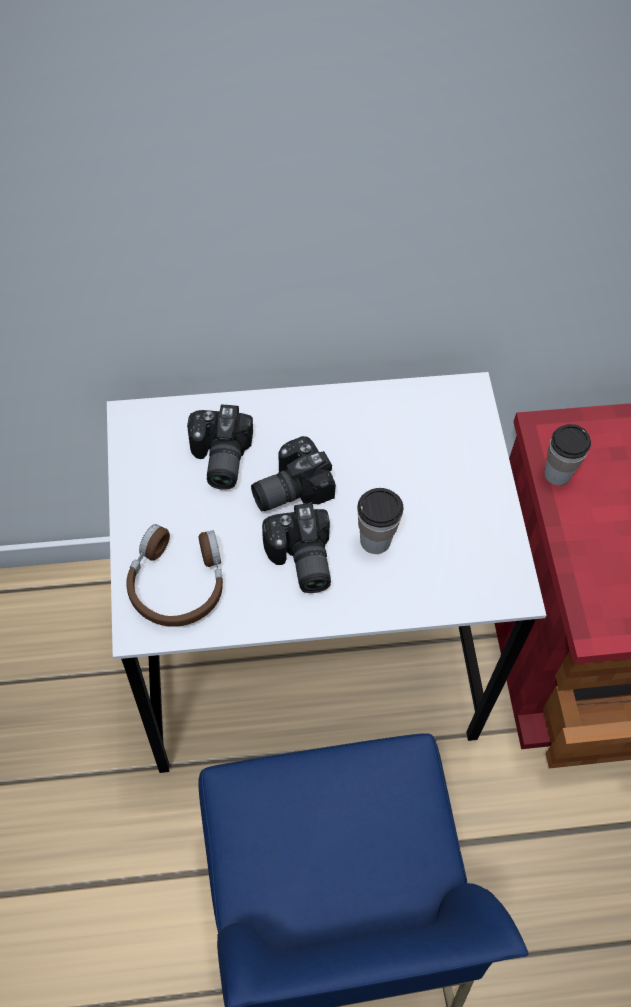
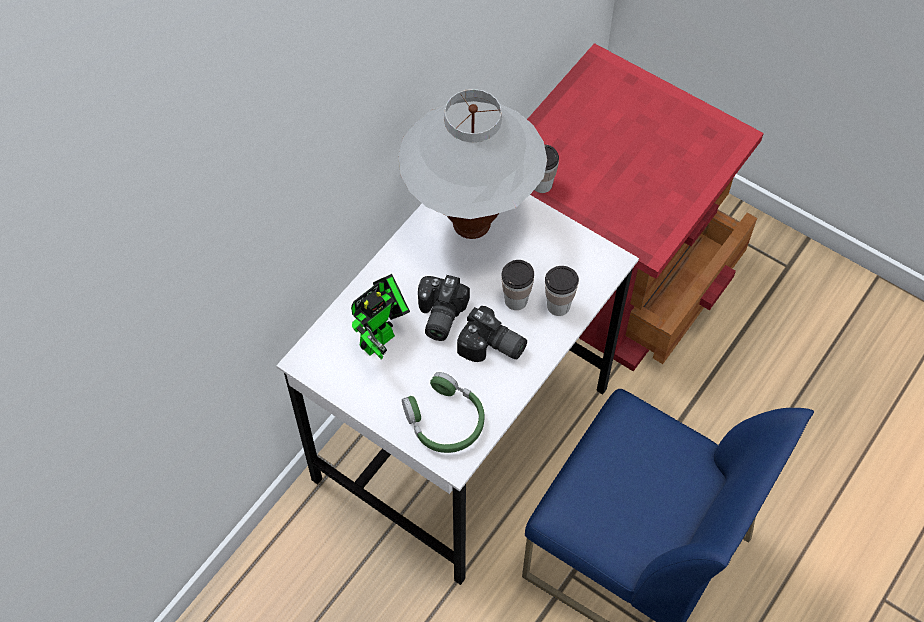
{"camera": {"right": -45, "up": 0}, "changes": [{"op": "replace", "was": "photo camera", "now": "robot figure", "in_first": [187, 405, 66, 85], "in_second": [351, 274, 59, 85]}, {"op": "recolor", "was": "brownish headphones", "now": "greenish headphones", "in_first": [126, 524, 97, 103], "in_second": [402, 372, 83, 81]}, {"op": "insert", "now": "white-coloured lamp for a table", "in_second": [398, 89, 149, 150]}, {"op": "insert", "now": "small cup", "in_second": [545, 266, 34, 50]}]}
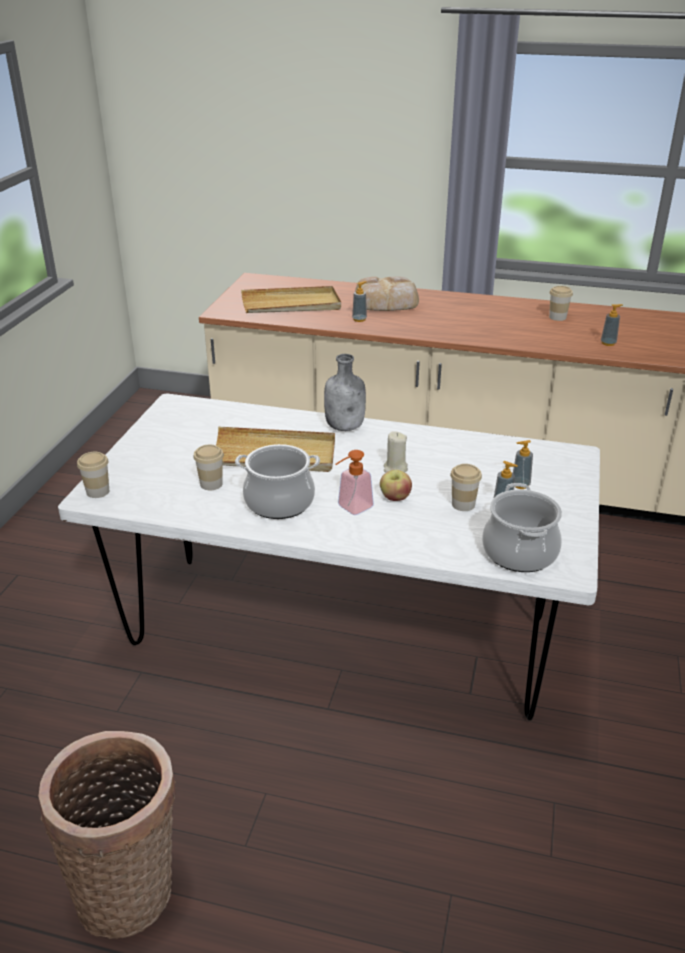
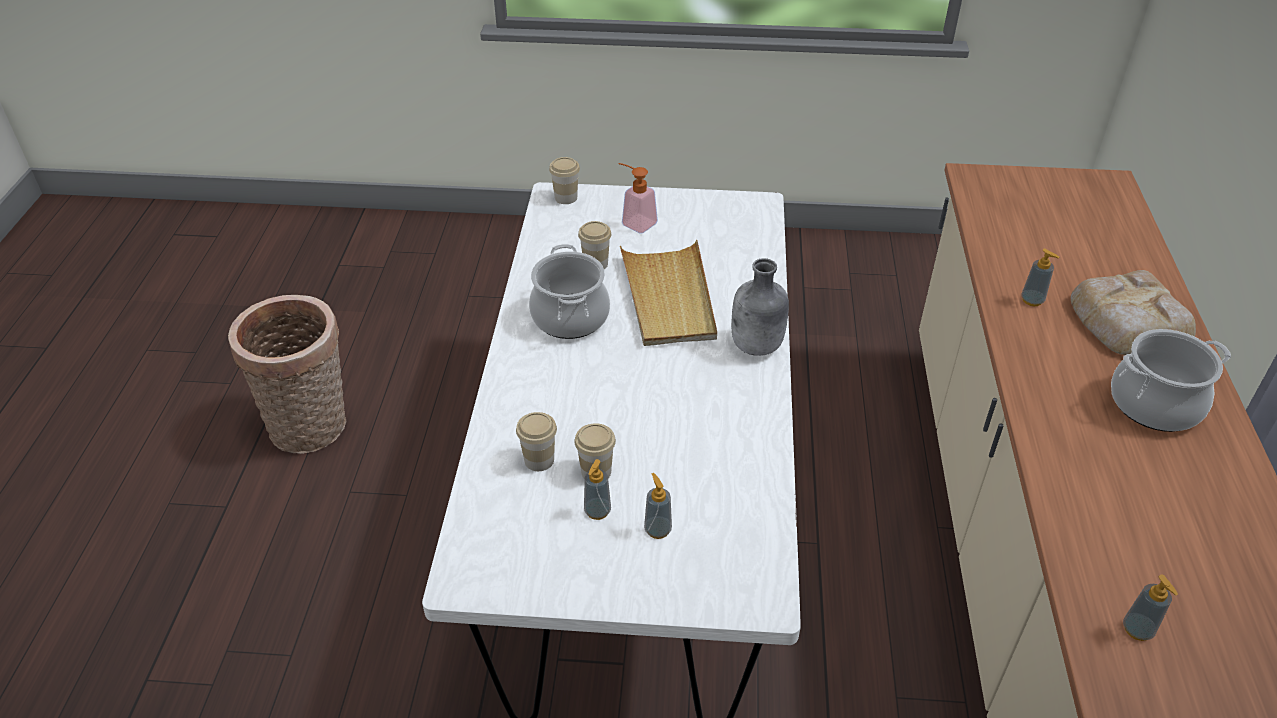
{"camera": {"right": 80, "up": 10}, "changes": [{"op": "delete", "was": "sand-coloured tray", "in_first": [241, 286, 100, 27]}, {"op": "move", "was": "small cup", "in_first": [549, 286, 24, 35], "in_second": [516, 412, 41, 59]}, {"op": "delete", "was": "sand-coloured wax candle", "in_first": [384, 431, 24, 41]}, {"op": "move", "was": "liquid soap bottle", "in_first": [335, 450, 39, 65], "in_second": [618, 163, 40, 71]}, {"op": "delete", "was": "apple fruit", "in_first": [380, 470, 32, 31]}, {"op": "move", "was": "saucepot", "in_first": [482, 483, 80, 89], "in_second": [1111, 329, 120, 103]}]}
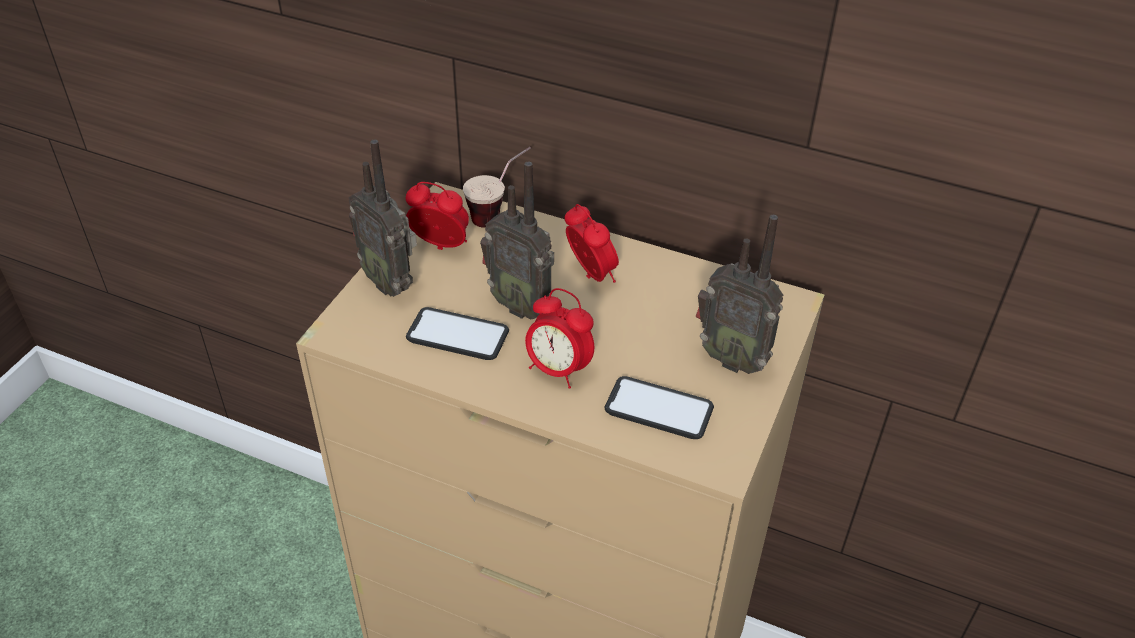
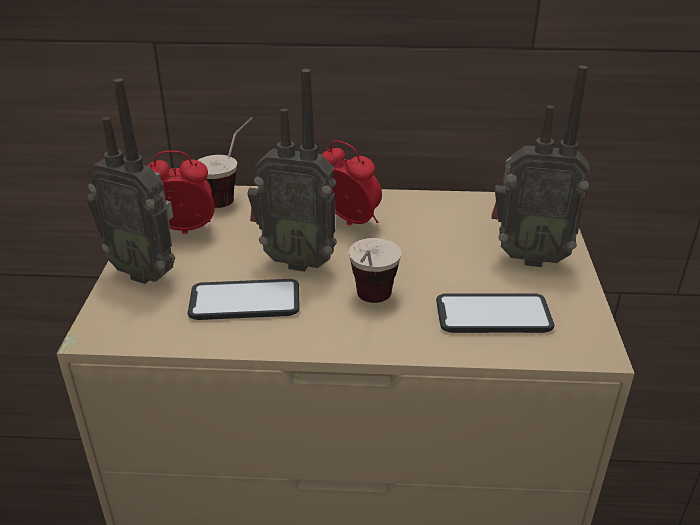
{"camera": {"right": -20, "up": -10}, "changes": [{"op": "replace", "was": "bedside clock", "now": "small cup", "in_first": [525, 288, 69, 101], "in_second": [349, 238, 53, 65]}]}
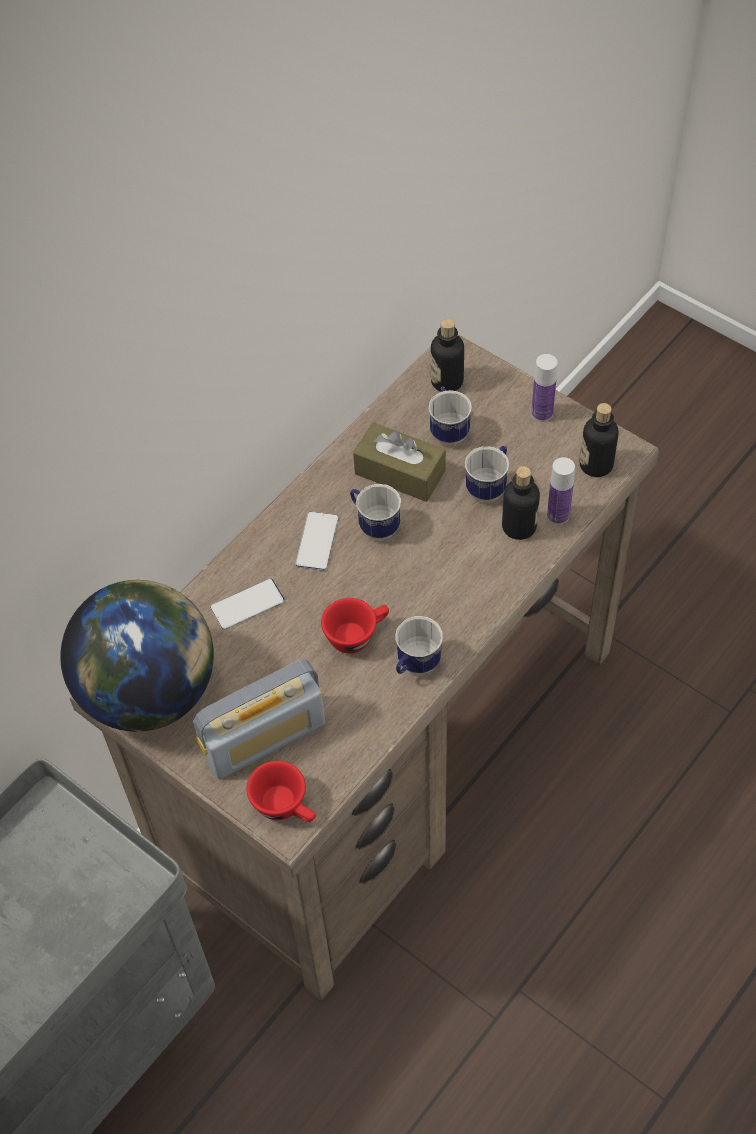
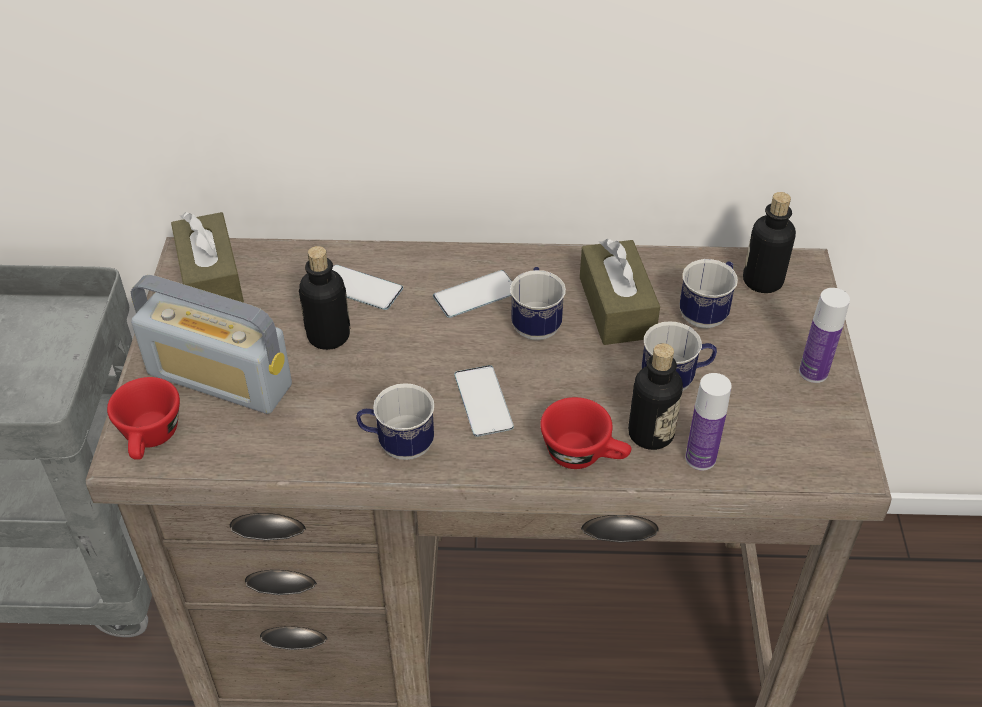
{"camera": {"right": 50, "up": -10}, "changes": [{"op": "move", "was": "beverage bottle", "in_first": [580, 403, 39, 74], "in_second": [299, 246, 52, 104]}, {"op": "replace", "was": "desk globe", "now": "brownish box of tissues", "in_first": [60, 580, 154, 152], "in_second": [171, 212, 73, 91]}, {"op": "move", "was": "red small cup", "in_first": [321, 598, 68, 56], "in_second": [540, 397, 91, 72]}, {"op": "insert", "now": "handset", "in_second": [454, 365, 60, 72]}]}
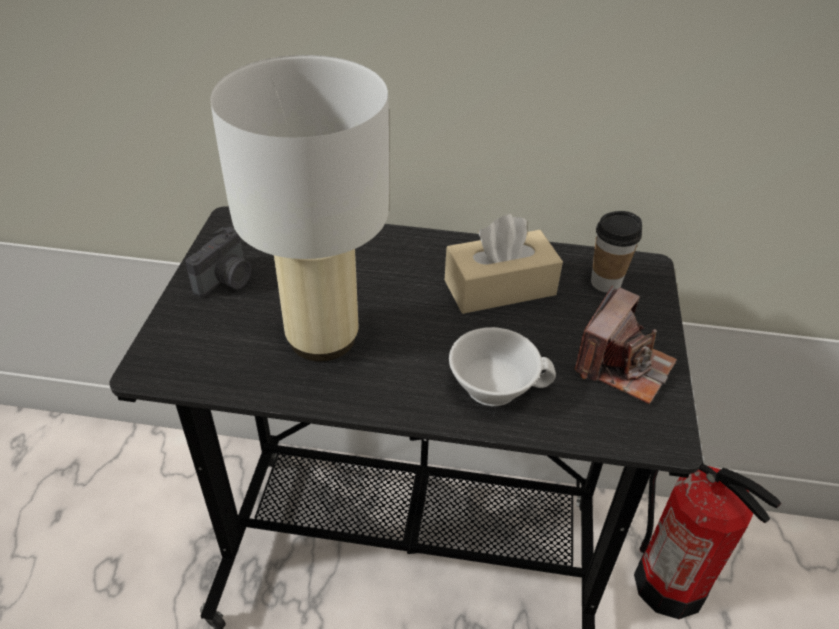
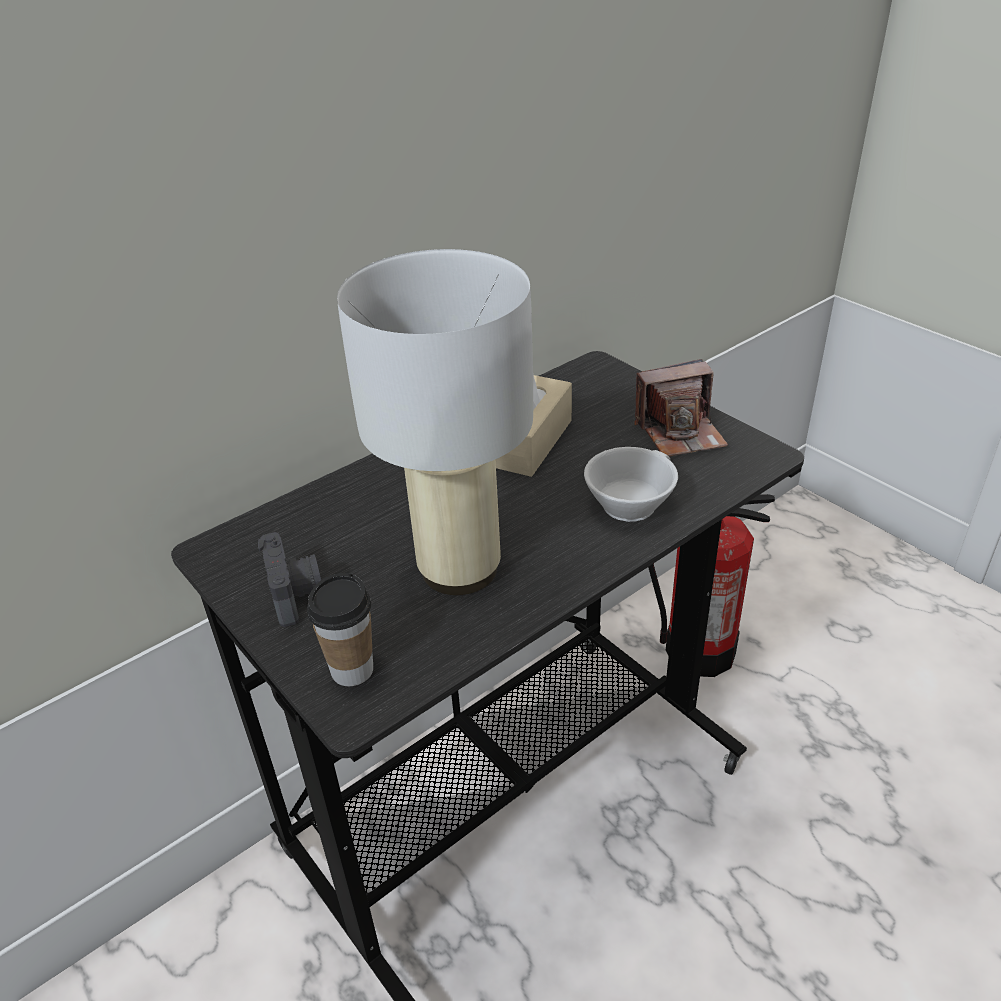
{"camera": {"right": -45, "up": -5}, "changes": [{"op": "move", "was": "small cup", "in_first": [591, 211, 51, 82], "in_second": [307, 573, 66, 113]}, {"op": "rotate", "was": "photo camera", "in_first": [575, 286, 102, 118], "in_second": [635, 359, 93, 98], "clockwise": 90}]}
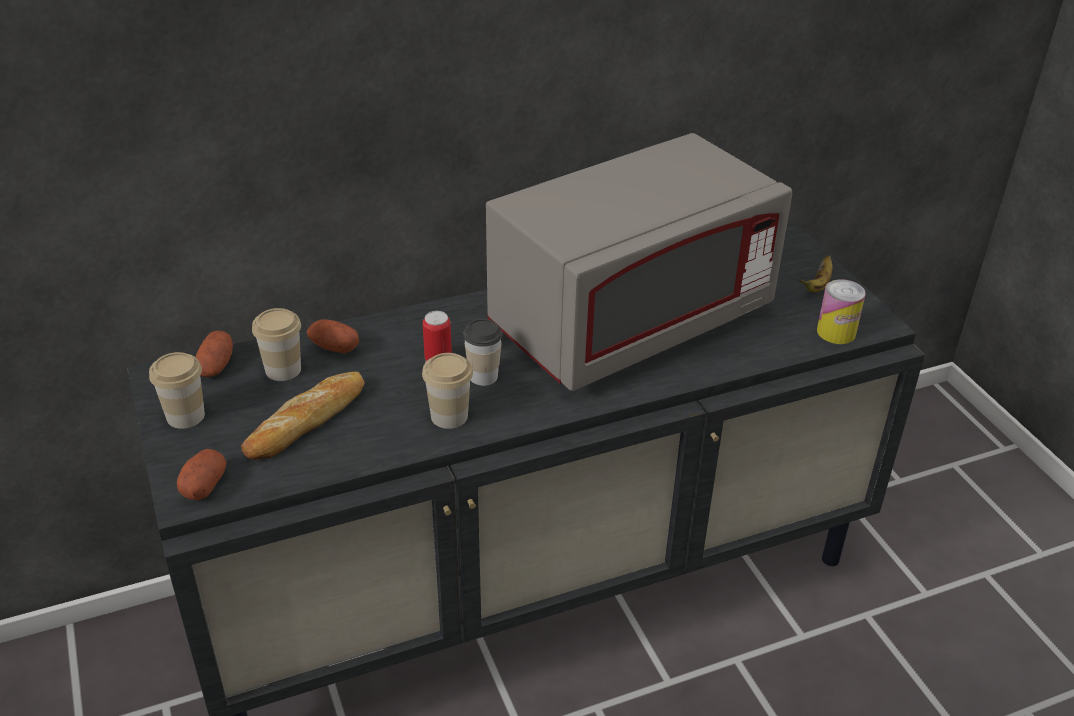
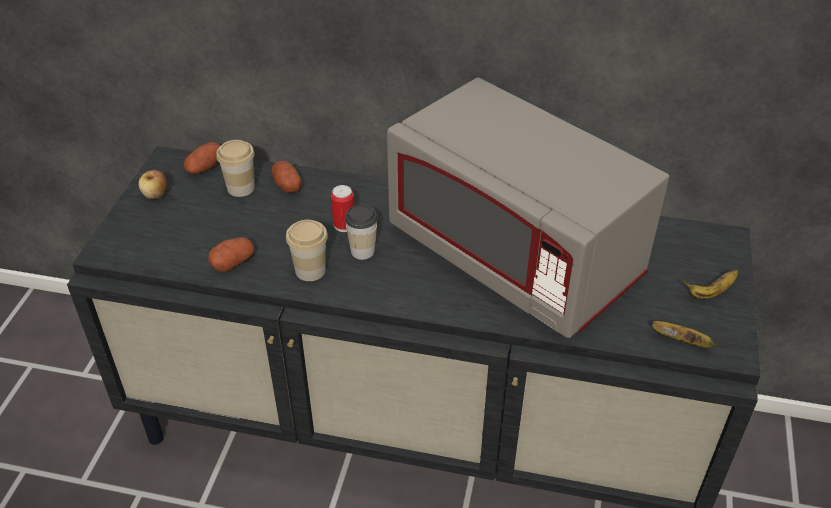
{"camera": {"right": 35, "up": 5}, "changes": [{"op": "rotate", "was": "greyish kitchen microwave", "in_first": [486, 133, 306, 258], "in_second": [387, 78, 282, 260], "clockwise": 45}, {"op": "replace", "was": "sealed can", "now": "banana", "in_first": [817, 279, 49, 65], "in_second": [651, 321, 69, 26]}, {"op": "replace", "was": "small cup", "now": "apple fruit", "in_first": [149, 352, 56, 77], "in_second": [138, 170, 29, 29]}, {"op": "delete", "was": "bakery bread", "in_first": [241, 372, 124, 88]}, {"op": "move", "was": "spud", "in_first": [177, 449, 50, 52], "in_second": [208, 237, 47, 35]}]}
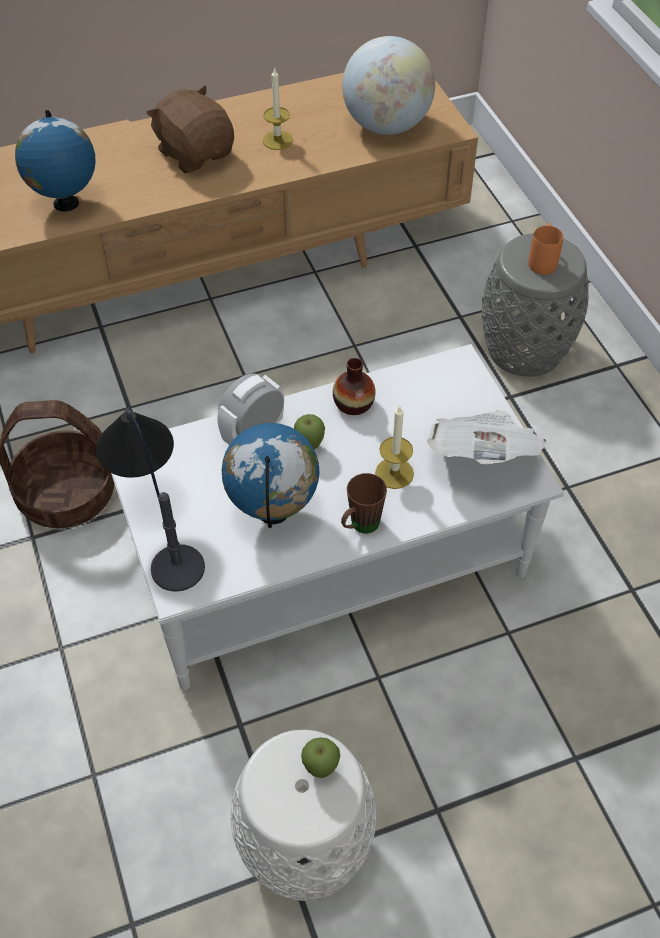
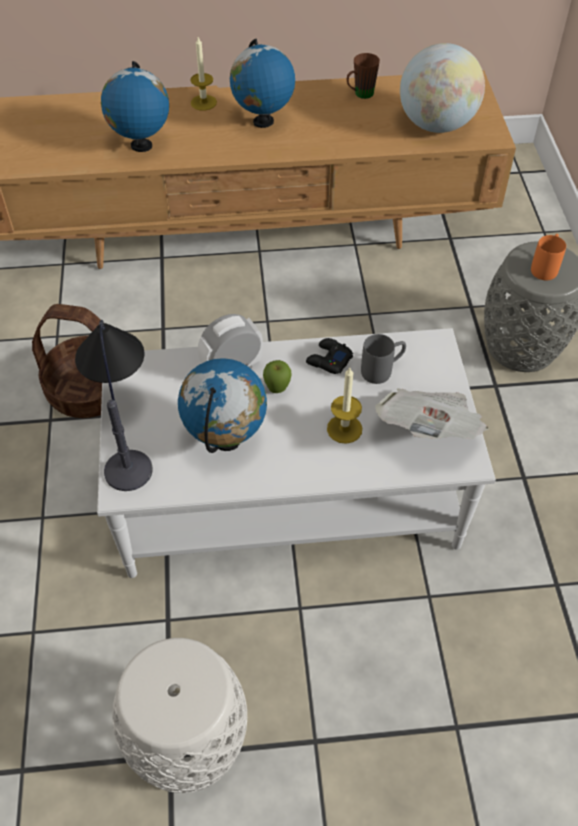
{"camera": {"right": 15, "up": 0}, "changes": [{"op": "move", "was": "wax candle", "in_first": [263, 68, 30, 82], "in_second": [190, 37, 27, 74]}, {"op": "replace", "was": "brownish cuddly toy", "now": "desk globe", "in_first": [146, 86, 88, 87], "in_second": [230, 39, 65, 89]}, {"op": "replace", "was": "flower vase", "now": "black-coloured game controller", "in_first": [333, 358, 43, 57], "in_second": [306, 338, 47, 36]}, {"op": "move", "was": "brownish mug", "in_first": [341, 473, 46, 61], "in_second": [347, 53, 33, 46]}, {"op": "delete", "was": "apple fruit", "in_first": [301, 737, 39, 41]}, {"op": "insert", "now": "greyish mug", "in_second": [361, 334, 45, 50]}]}
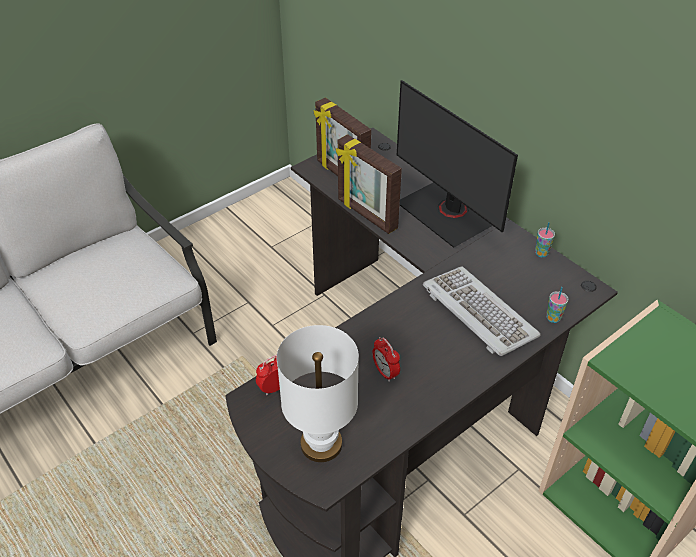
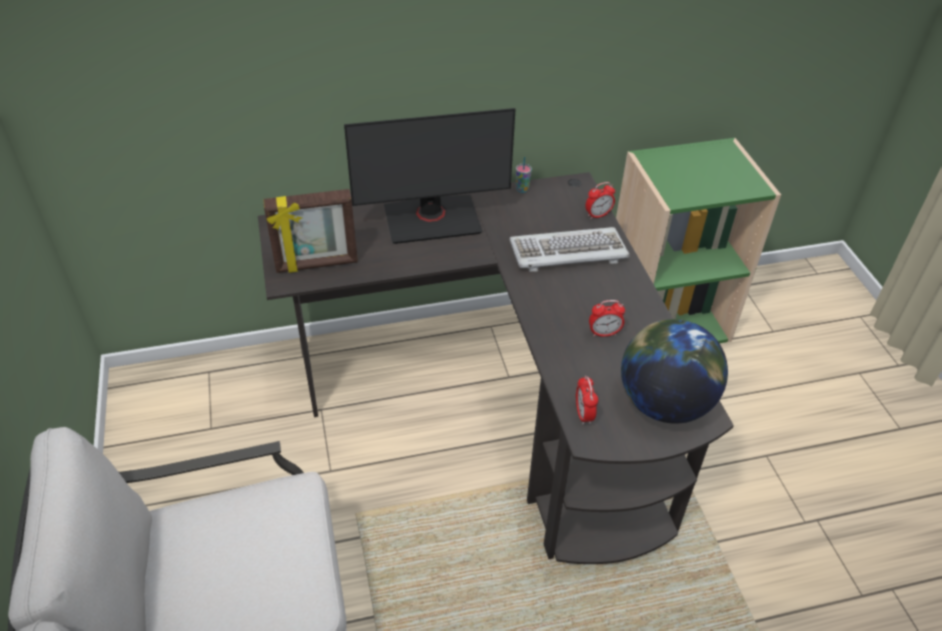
{"camera": {"right": -65, "up": 0}, "changes": [{"op": "delete", "was": "picture frame", "in_first": [336, 134, 66, 100]}, {"op": "replace", "was": "small cup", "now": "bedside clock", "in_first": [546, 287, 23, 36], "in_second": [585, 182, 30, 37]}, {"op": "replace", "was": "white-coloured lamp for a table", "now": "desk globe", "in_first": [277, 325, 82, 137], "in_second": [621, 319, 107, 105]}]}
